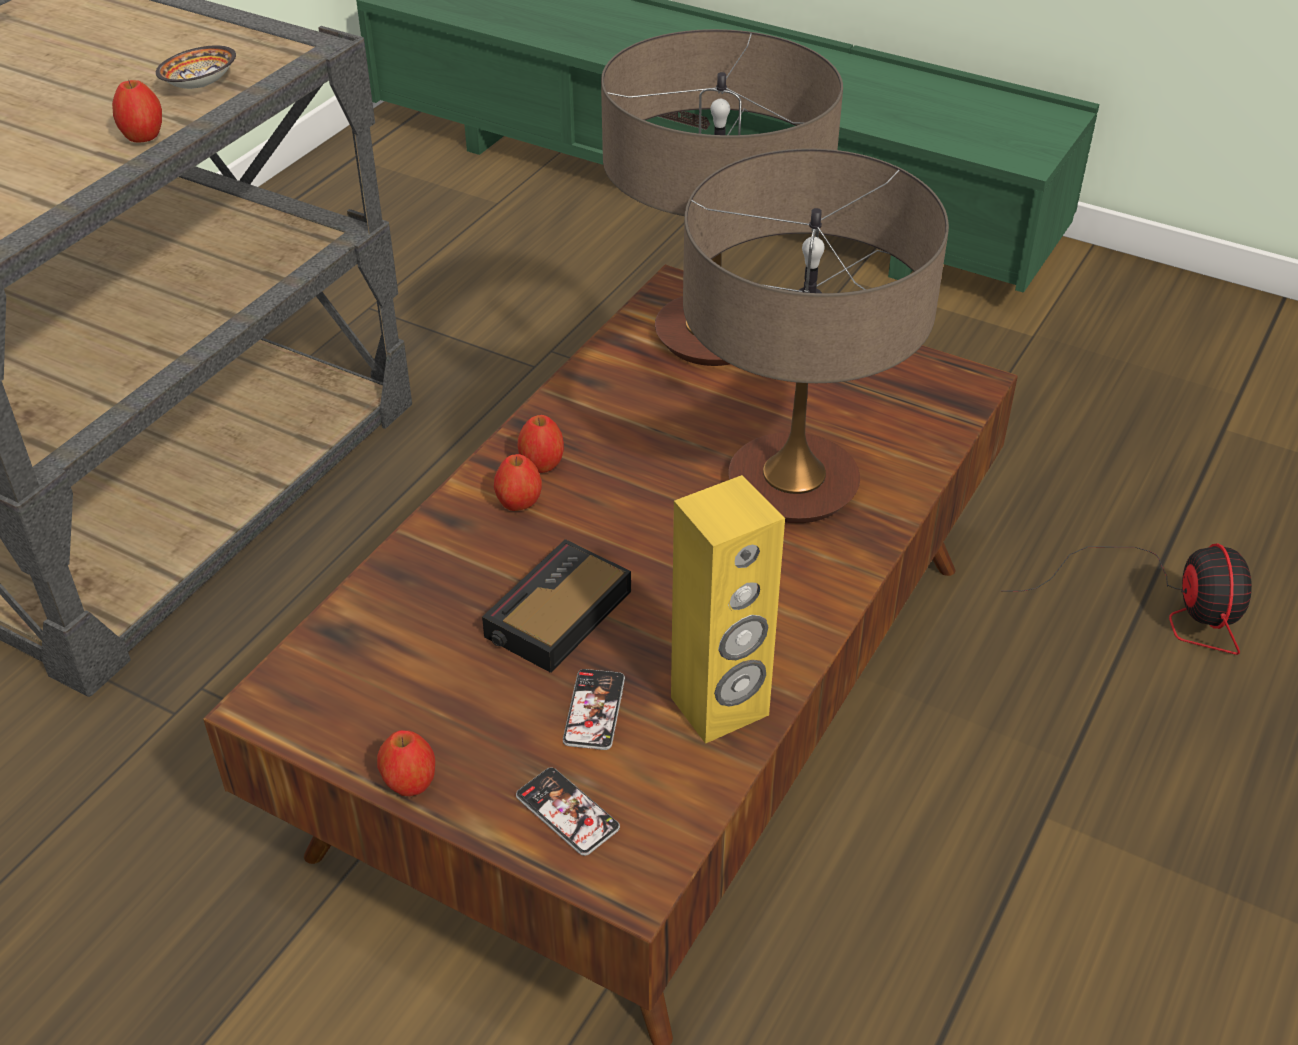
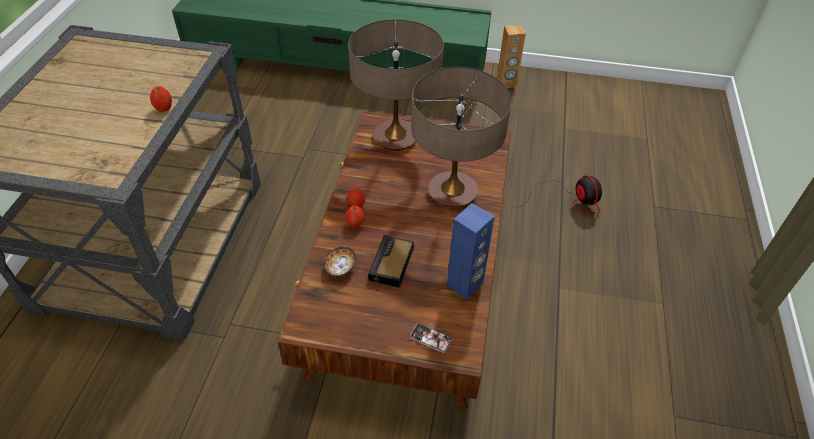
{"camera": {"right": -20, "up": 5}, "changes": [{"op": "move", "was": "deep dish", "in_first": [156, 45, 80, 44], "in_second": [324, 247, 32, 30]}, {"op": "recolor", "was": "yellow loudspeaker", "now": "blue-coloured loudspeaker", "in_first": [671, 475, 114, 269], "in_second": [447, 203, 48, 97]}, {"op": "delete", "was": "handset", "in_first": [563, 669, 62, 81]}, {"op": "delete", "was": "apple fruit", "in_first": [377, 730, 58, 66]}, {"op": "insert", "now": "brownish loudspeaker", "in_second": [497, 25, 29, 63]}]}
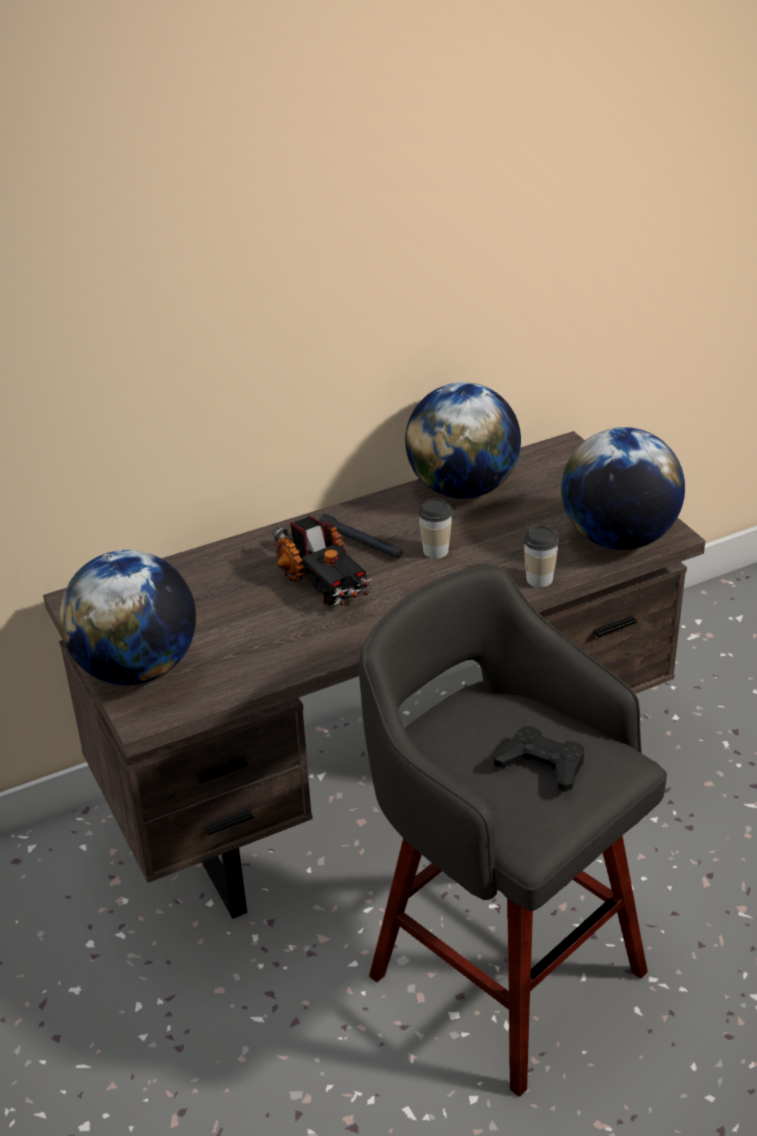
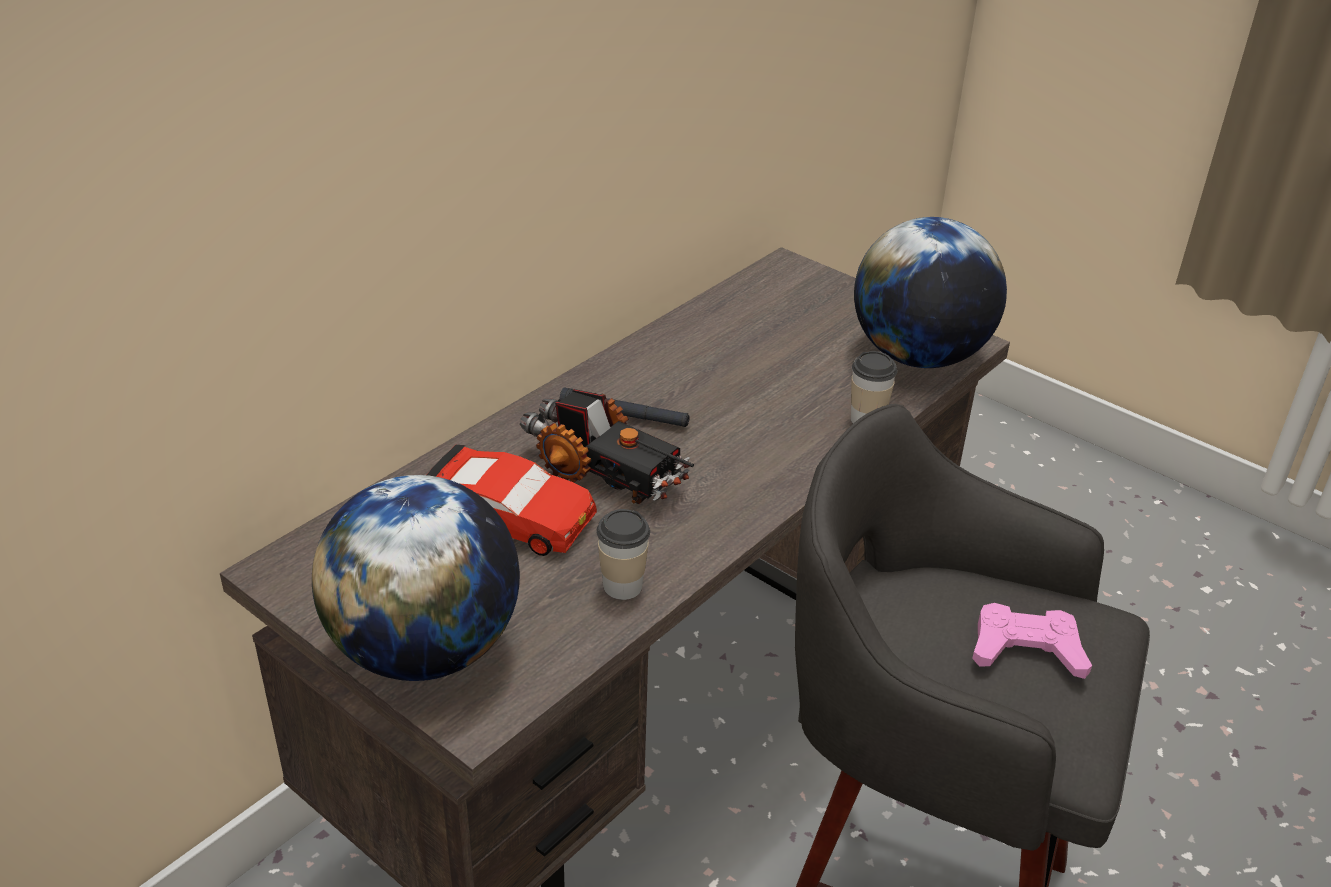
{"camera": {"right": -25, "up": 0}, "changes": [{"op": "delete", "was": "desk globe", "in_first": [405, 382, 116, 117]}, {"op": "move", "was": "small cup", "in_first": [418, 498, 35, 61], "in_second": [596, 509, 54, 91]}, {"op": "recolor", "was": "black-coloured game controller", "now": "pinkish game controller", "in_first": [493, 726, 91, 66], "in_second": [972, 603, 120, 76]}, {"op": "insert", "now": "red toy car", "in_second": [427, 445, 170, 111]}]}
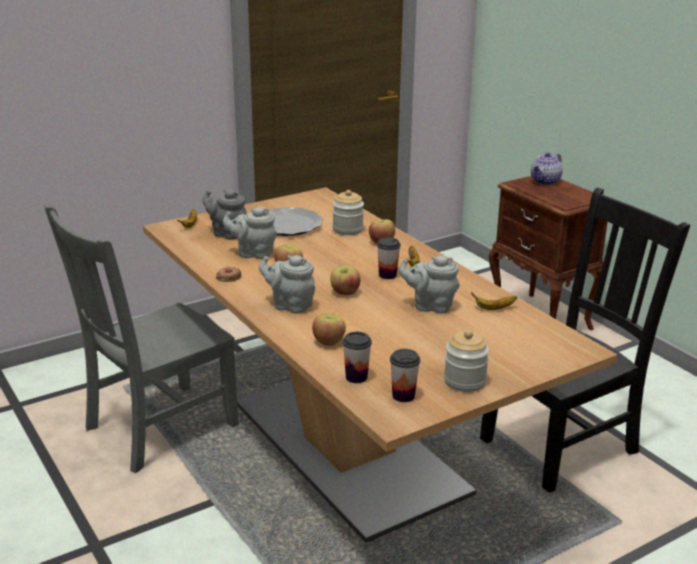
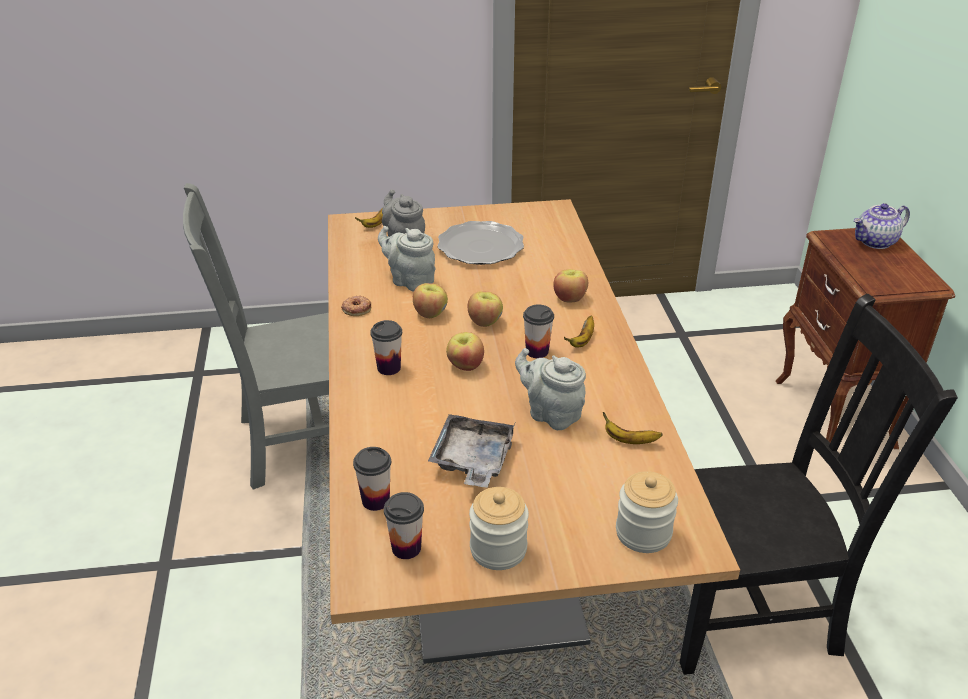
{"camera": {"right": 25, "up": 10}, "changes": [{"op": "move", "was": "storage jar", "in_first": [332, 190, 32, 45], "in_second": [616, 471, 62, 82]}, {"op": "replace", "was": "greyish teapot", "now": "small cup", "in_first": [259, 255, 56, 59], "in_second": [370, 320, 32, 55]}, {"op": "move", "was": "apple fruit", "in_first": [312, 313, 34, 33], "in_second": [468, 291, 35, 36]}, {"op": "insert", "now": "greyish tray", "in_second": [428, 414, 88, 74]}]}
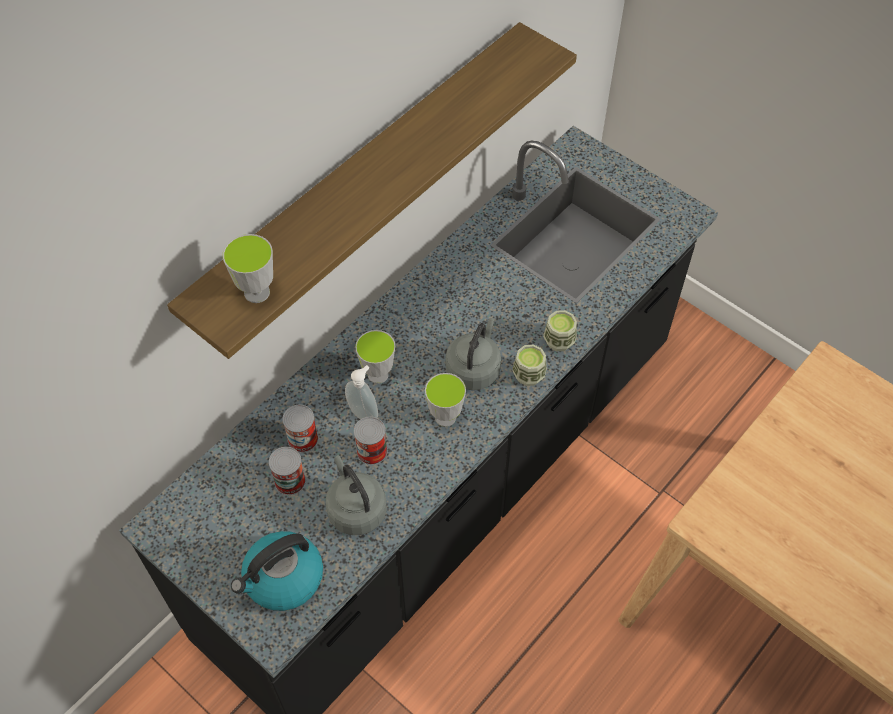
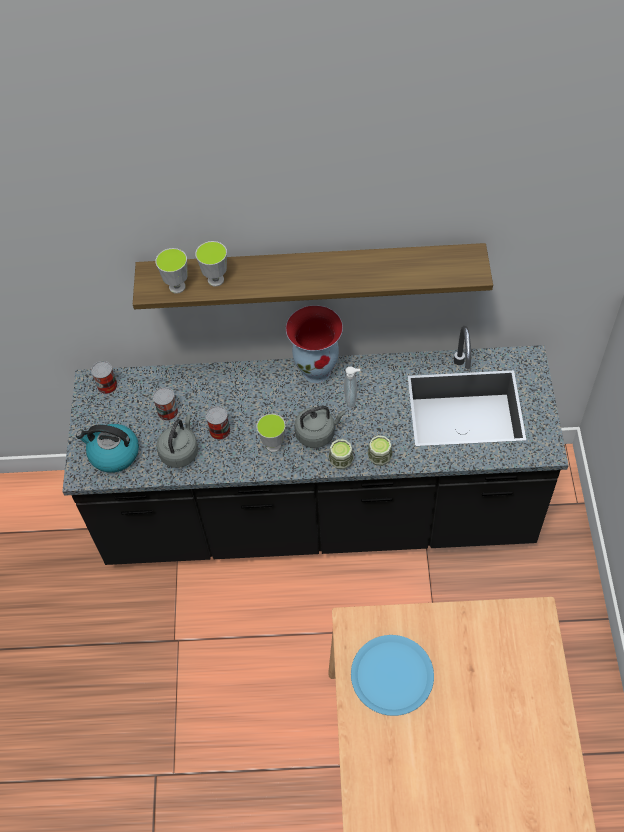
{"camera": {"right": 50, "up": 0}, "changes": [{"op": "move", "was": "small cup", "in_first": [355, 330, 41, 54], "in_second": [195, 241, 32, 46]}, {"op": "move", "was": "liquid soap bottle", "in_first": [345, 365, 33, 54], "in_second": [344, 366, 16, 41]}, {"op": "move", "was": "sealed can", "in_first": [282, 405, 36, 48], "in_second": [91, 361, 27, 33]}, {"op": "insert", "now": "flower vase", "in_second": [286, 305, 57, 78]}, {"op": "insert", "now": "blue-coloured plate", "in_second": [351, 635, 83, 81]}]}
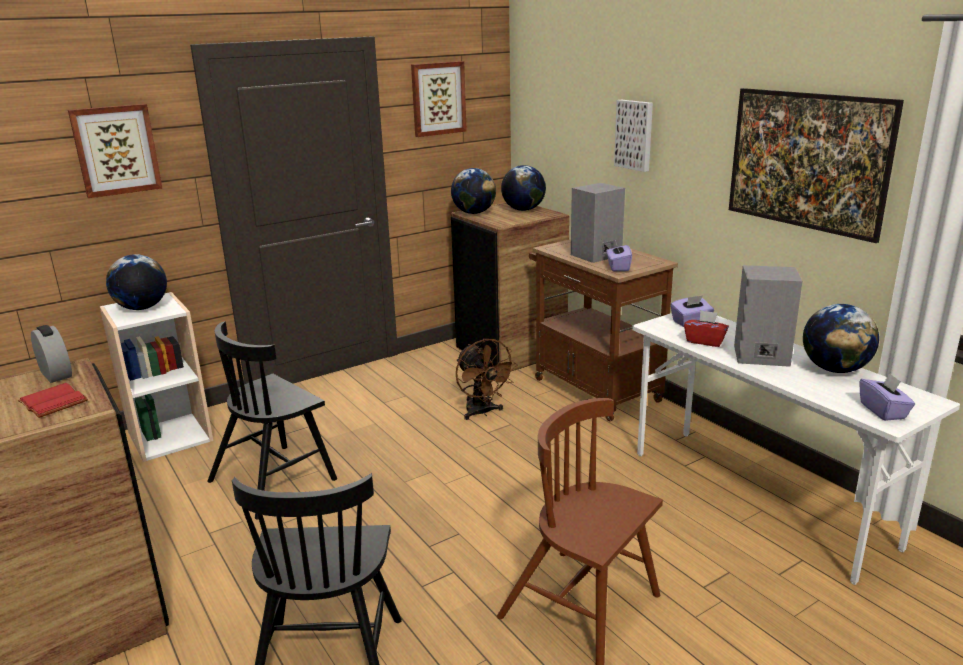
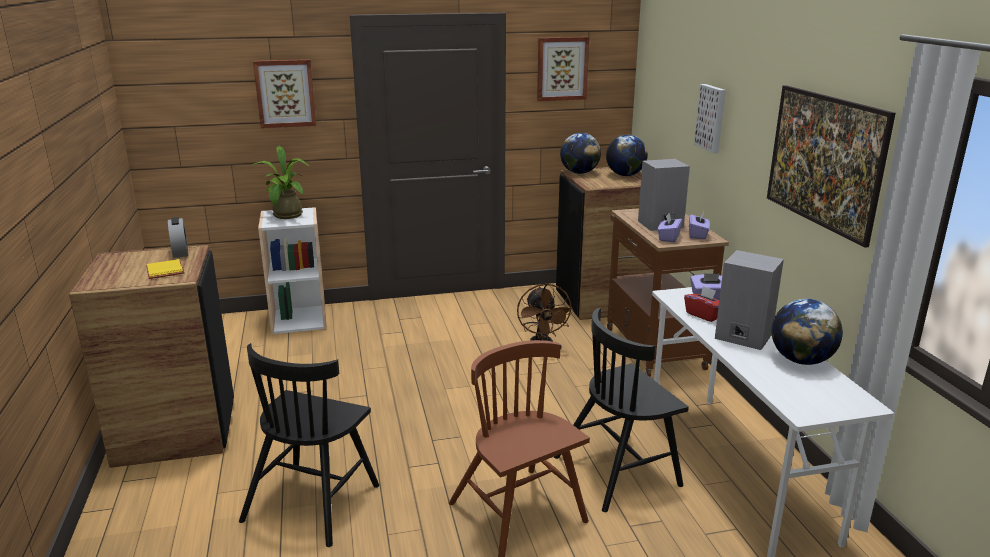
{"camera": {"right": 20, "up": 0}, "changes": [{"op": "replace", "was": "desk globe", "now": "houseplant", "in_first": [106, 254, 61, 56], "in_second": [251, 145, 59, 74]}, {"op": "move", "was": "black-coloured upright chair", "in_first": [207, 321, 130, 199], "in_second": [554, 308, 135, 204]}, {"op": "move", "was": "purple-coloured box of tissues", "in_first": [860, 373, 55, 48], "in_second": [689, 212, 21, 27]}, {"op": "recolor", "was": "red book", "now": "yellow book", "in_first": [18, 383, 70, 35], "in_second": [146, 259, 39, 20]}]}
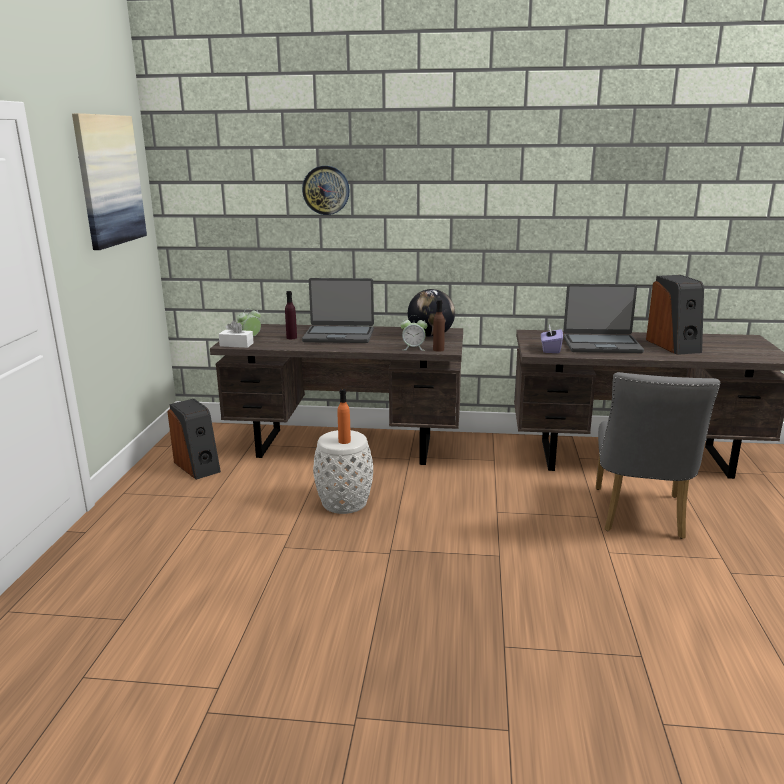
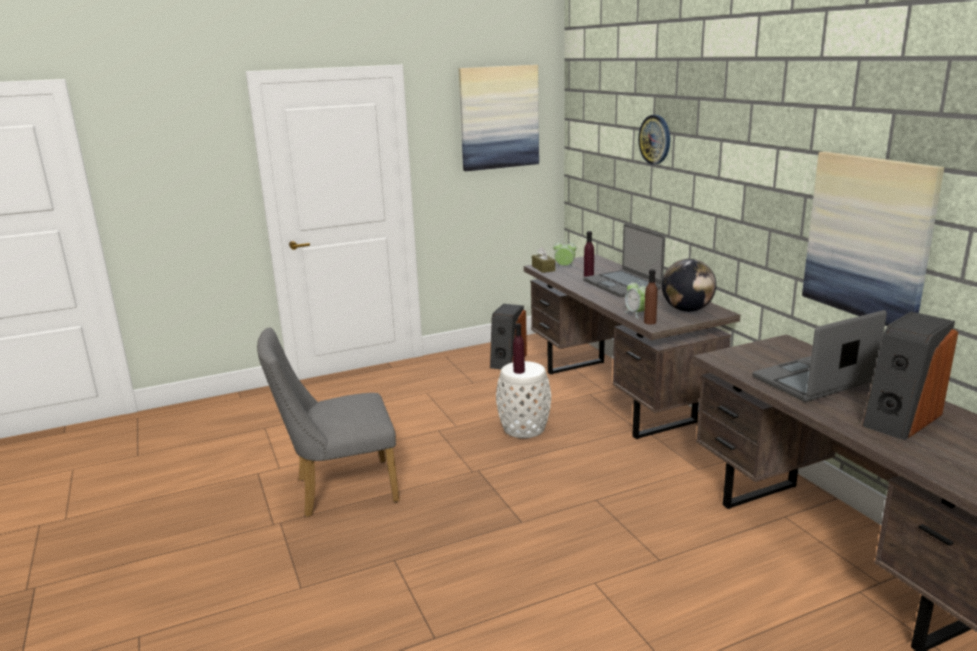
{"camera": {"right": 60, "up": 0}, "changes": [{"op": "rotate", "was": "portable computer", "in_first": [563, 284, 81, 69], "in_second": [753, 310, 134, 92], "clockwise": 90}, {"op": "recolor", "was": "white-coloured box of tissues", "now": "brownish box of tissues", "in_first": [219, 320, 35, 28], "in_second": [532, 247, 23, 26]}, {"op": "delete", "was": "purple-coloured box of tissues", "in_first": [541, 324, 22, 29]}, {"op": "move", "was": "greyish upright chair", "in_first": [596, 372, 124, 167], "in_second": [257, 327, 142, 190]}, {"op": "recolor", "was": "orangey beverage bottle", "now": "purple-coloured beverage bottle", "in_first": [337, 389, 14, 55], "in_second": [513, 323, 12, 51]}, {"op": "insert", "now": "picture", "in_second": [802, 151, 142, 175]}]}
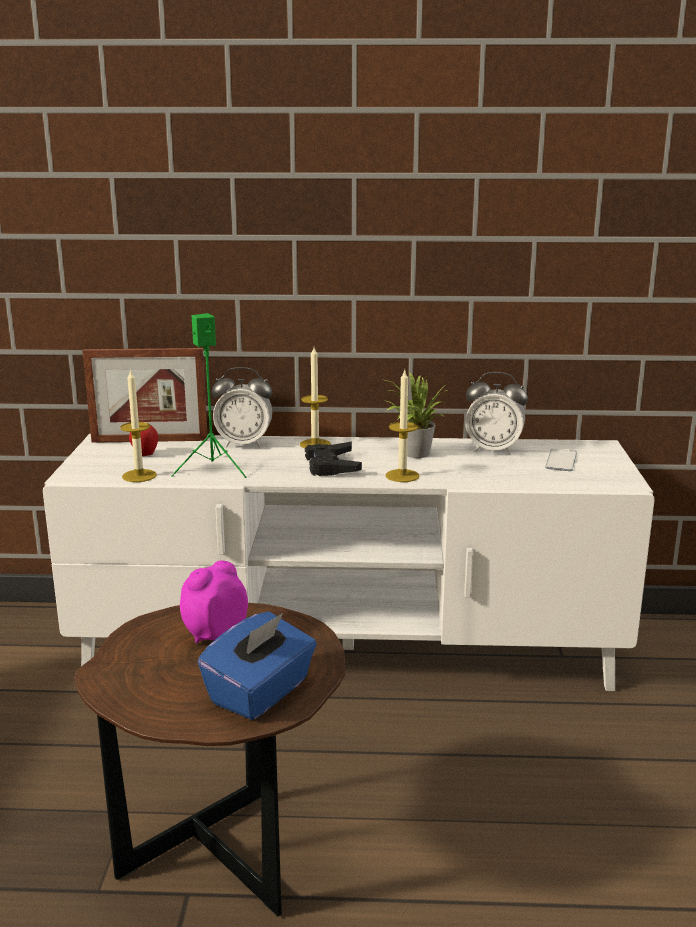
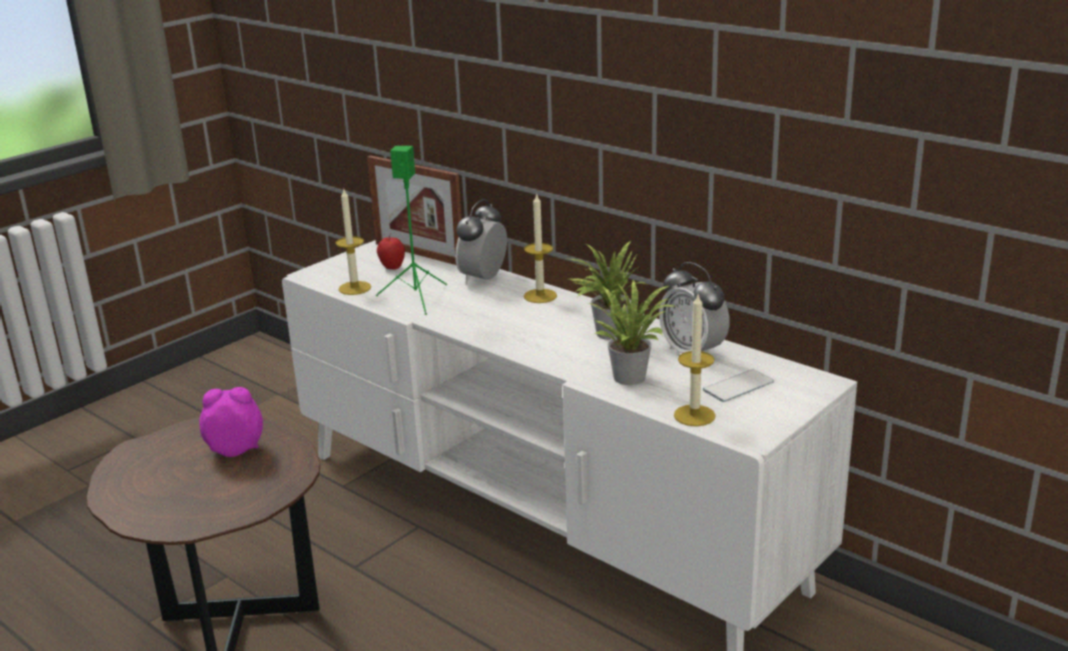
{"camera": {"right": 40, "up": 5}, "changes": [{"op": "rotate", "was": "bedside clock", "in_first": [212, 367, 60, 81], "in_second": [455, 199, 52, 85], "clockwise": 75}, {"op": "move", "was": "wax candle", "in_first": [385, 370, 34, 112], "in_second": [674, 294, 42, 132]}, {"op": "delete", "was": "black-coloured game controller", "in_first": [305, 441, 57, 35]}, {"op": "delete", "was": "blue-coloured box of tissues", "in_first": [198, 612, 119, 108]}, {"op": "insert", "now": "houseplant", "in_second": [588, 280, 89, 105]}]}
